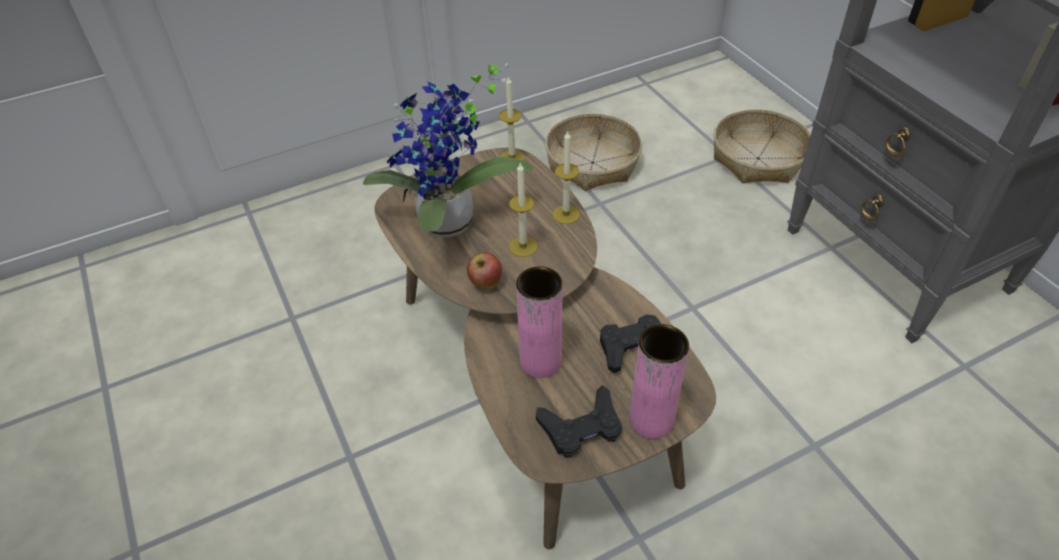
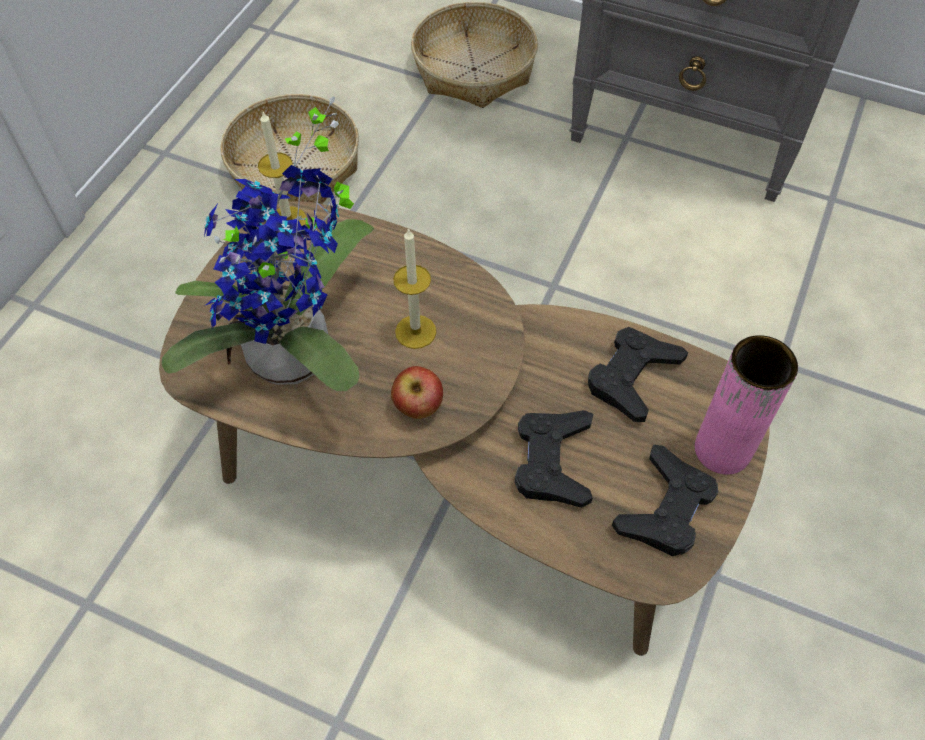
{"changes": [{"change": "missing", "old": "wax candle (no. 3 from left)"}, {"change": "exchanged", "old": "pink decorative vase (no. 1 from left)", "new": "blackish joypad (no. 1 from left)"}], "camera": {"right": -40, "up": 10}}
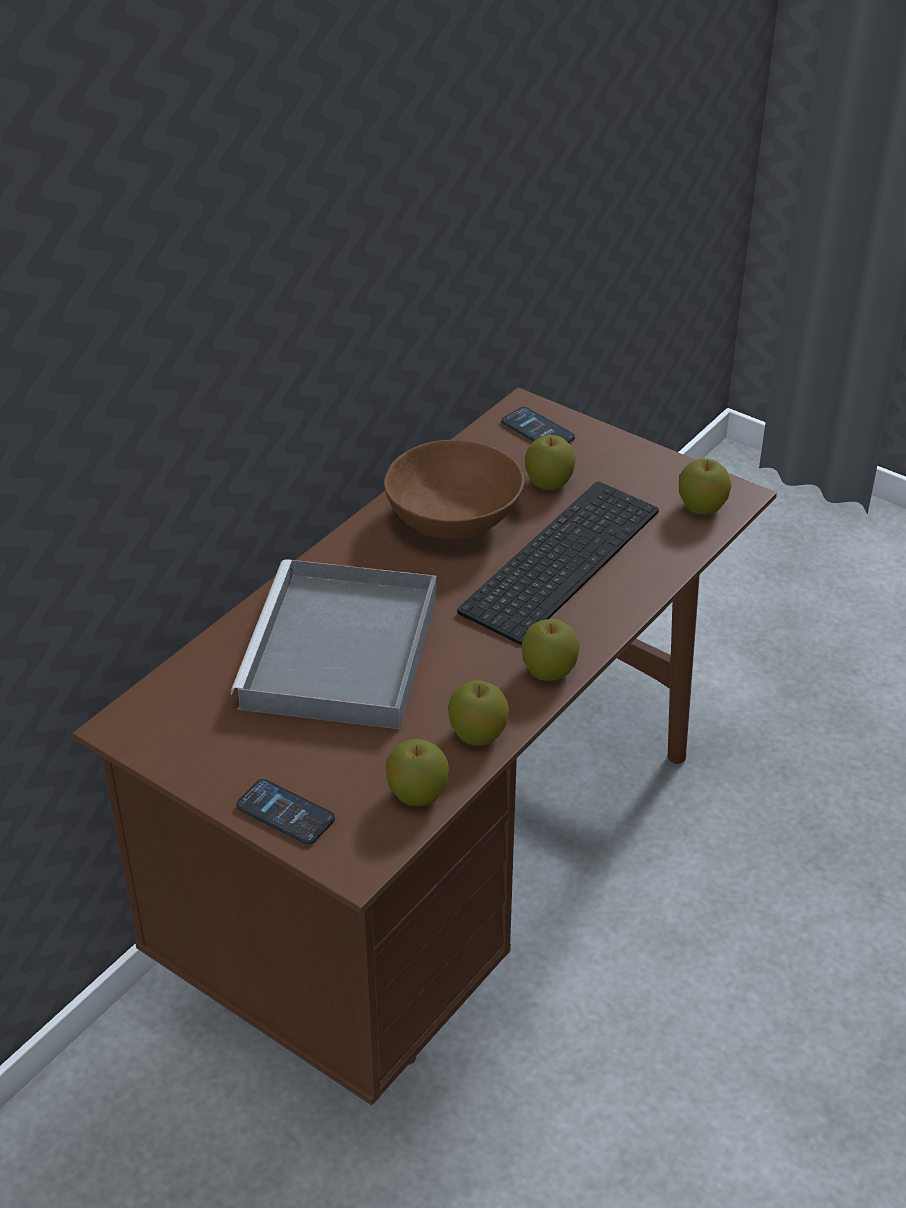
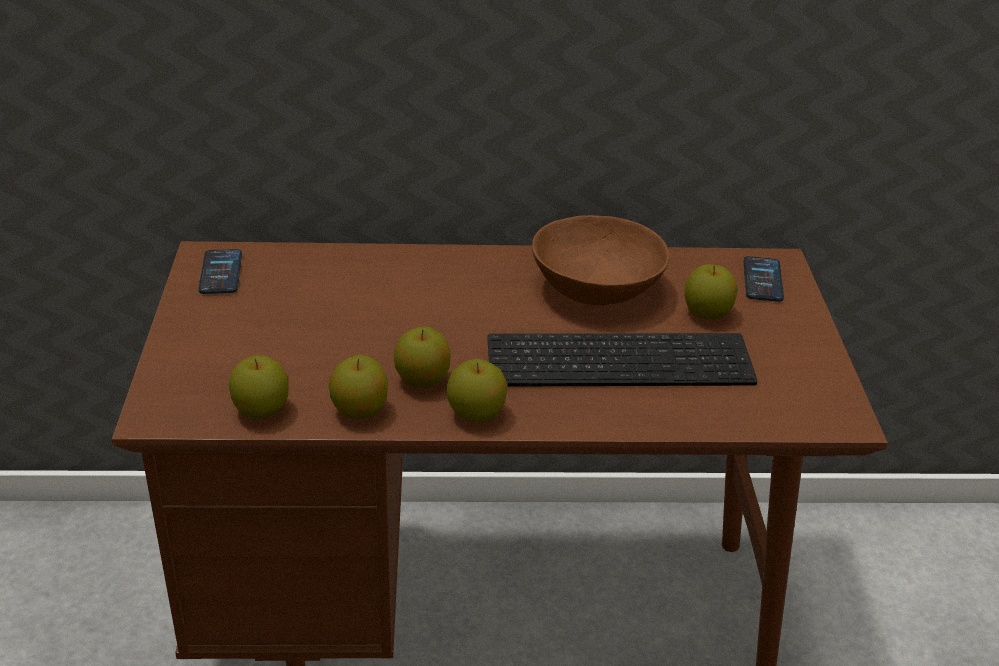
{"changes": [{"change": "relocated", "old": "whole apple (no. 5 from left in the first image)", "new": "whole apple (no. 3 from left)"}, {"change": "missing", "old": "gray carrying tray"}, {"change": "relocated", "old": "phone (no. 1 from left)"}], "camera": {"right": 50, "up": -5}}
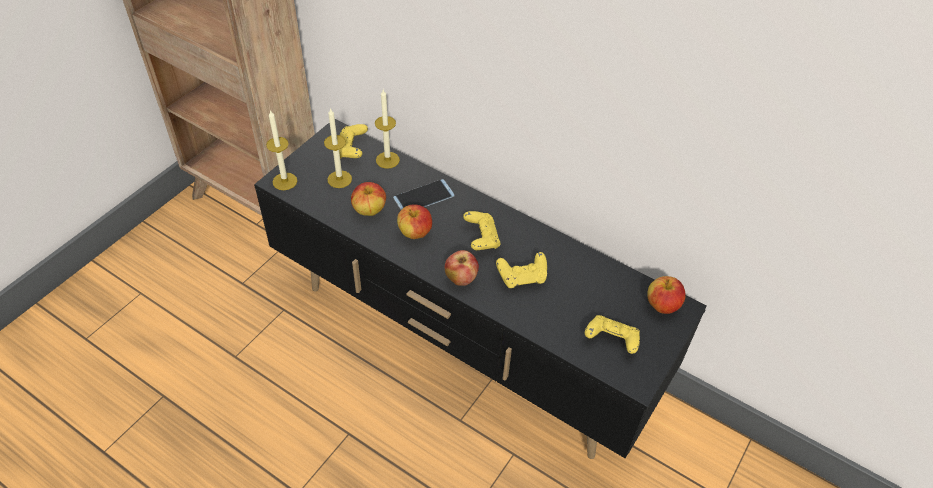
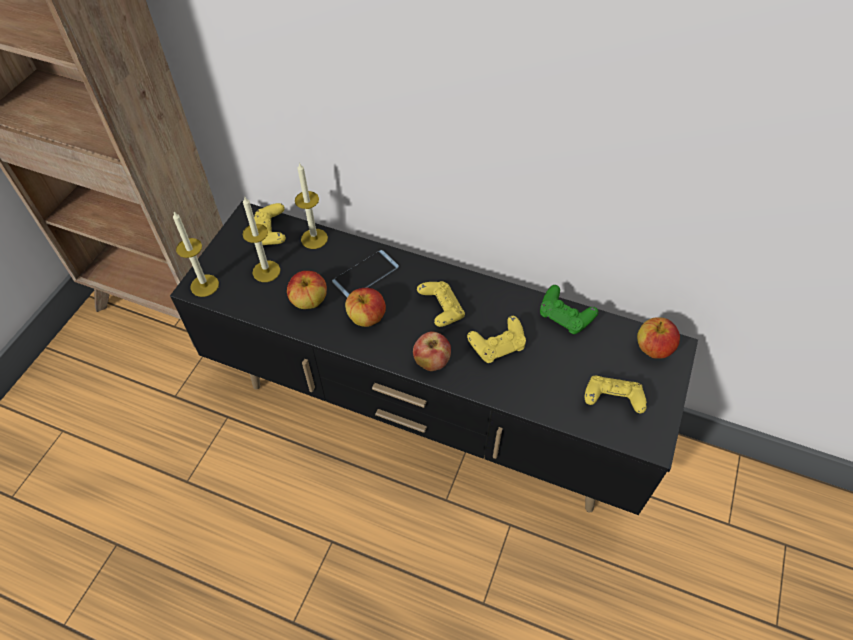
{"changes": [{"change": "appeared", "new": "green-coloured joypad"}], "camera": {"right": -10, "up": 5}}
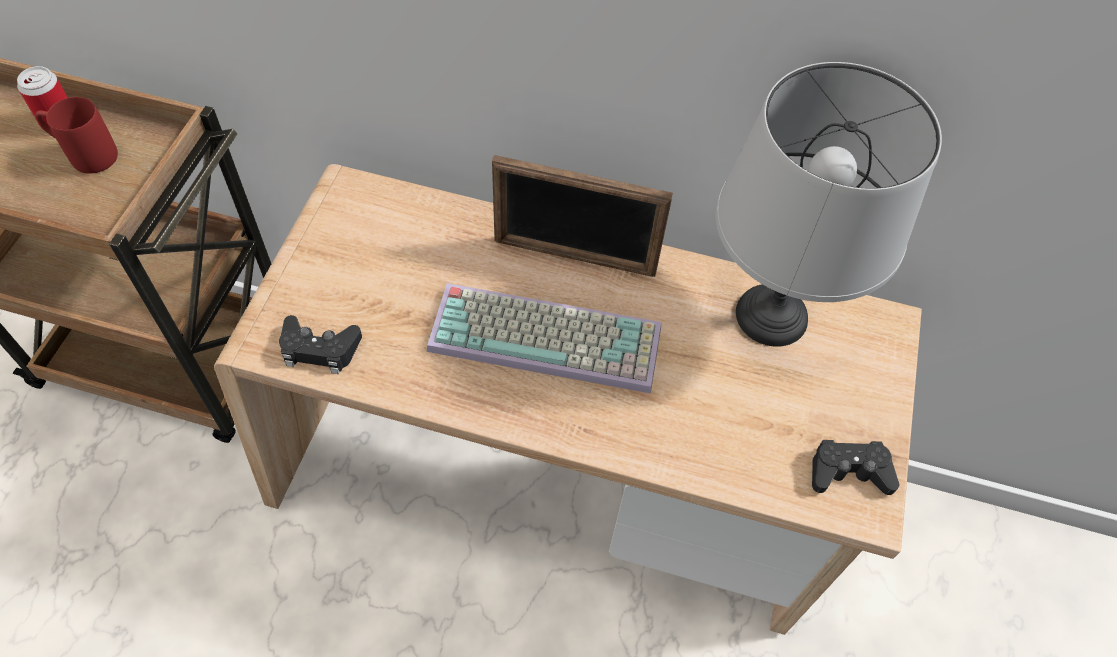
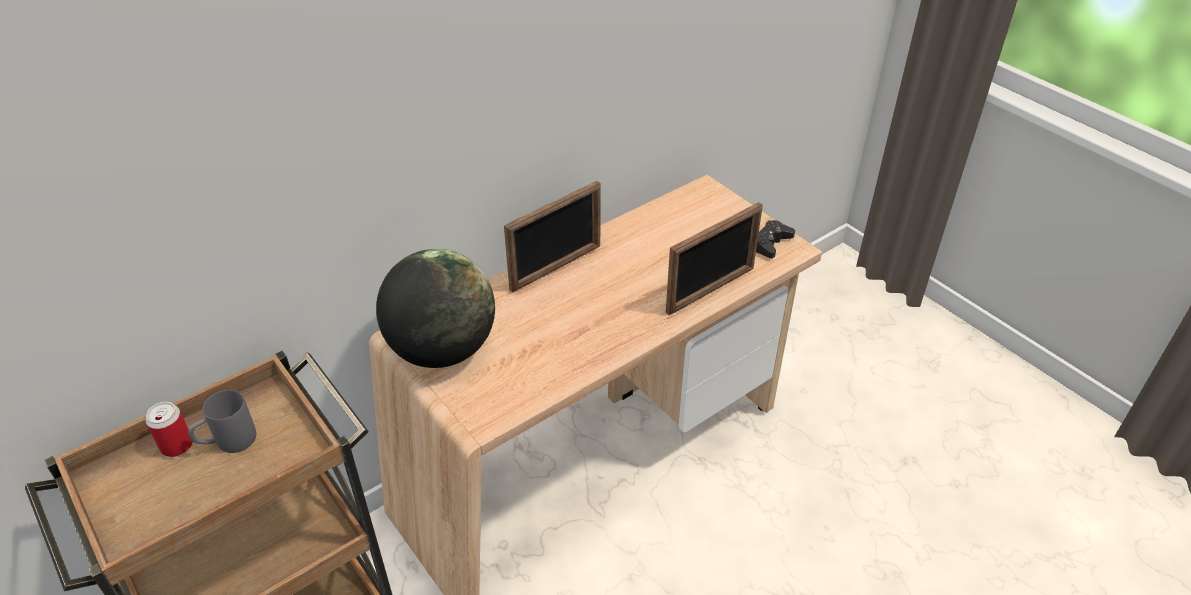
{"changes": [{"change": "missing", "old": "gray tabletop lamp"}, {"change": "colour", "old": "red mug", "new": "gray mug"}, {"change": "missing", "old": "keyboard"}, {"change": "missing", "old": "blackish joypad (no. 1 from left)"}, {"change": "appeared", "new": "photo frame (no. 2 from left)"}, {"change": "appeared", "new": "desk globe"}], "camera": {"right": -50, "up": -15}}
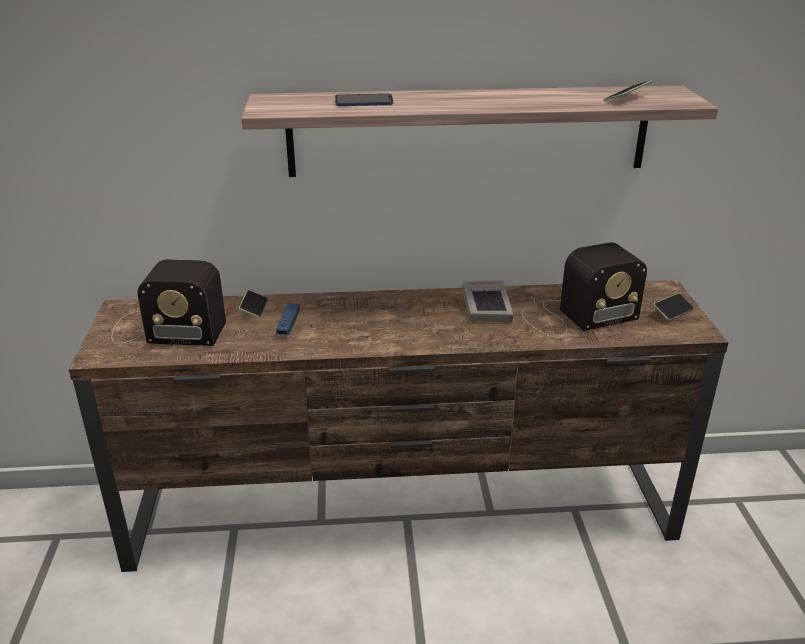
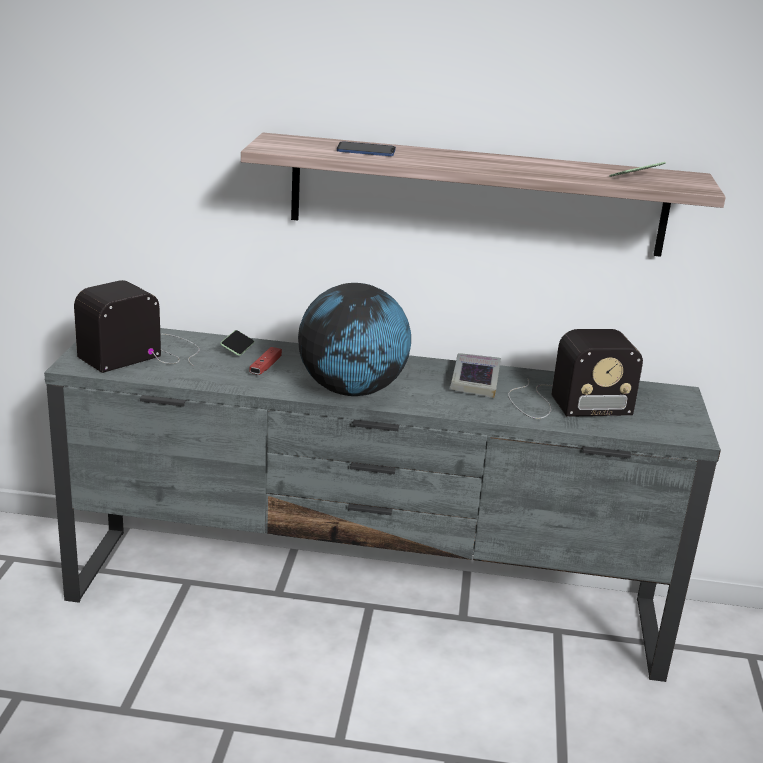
{"changes": [{"change": "spun", "old": "radio receiver (no. 1 from left)", "degrees": 120}, {"change": "colour", "old": "brown media console", "new": "gray media console"}, {"change": "missing", "old": "phone (no. 4 from left)"}, {"change": "colour", "old": "bluish joypad", "new": "red joypad"}, {"change": "appeared", "new": "desk globe"}], "camera": {"right": 10, "up": -5}}
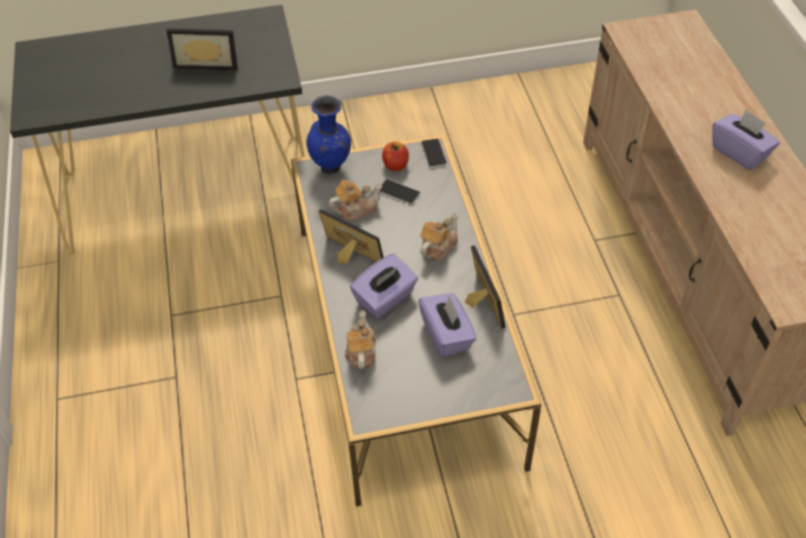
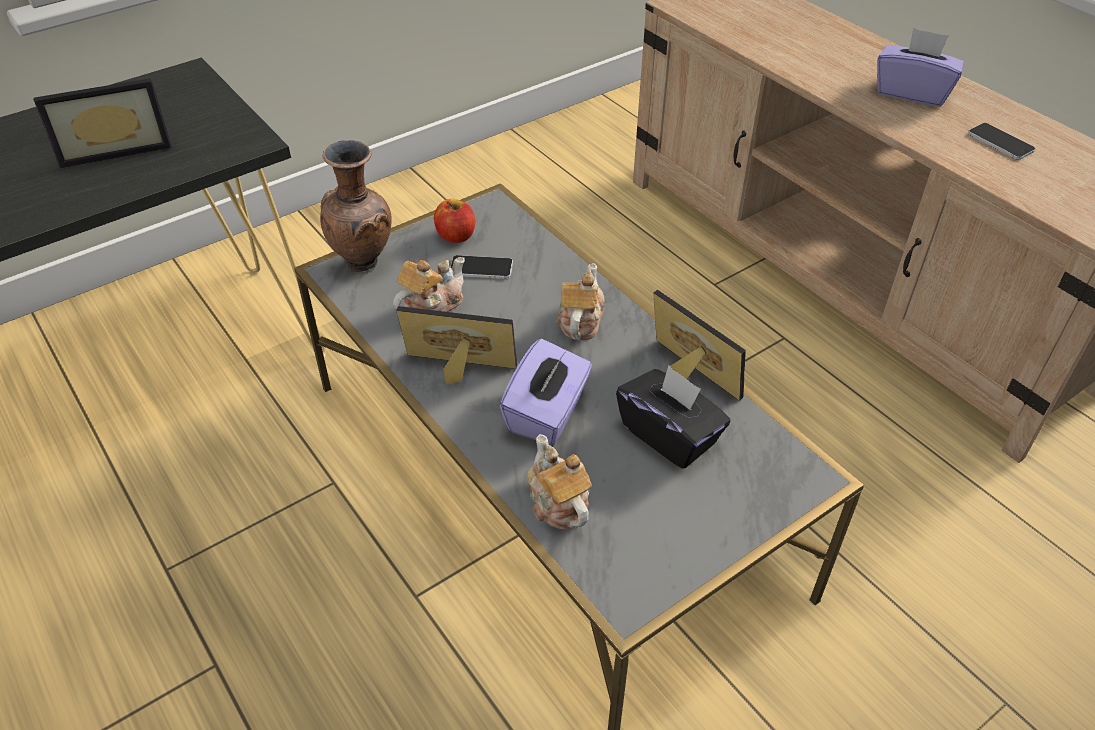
{"changes": [{"change": "colour", "old": "bluish decorative vase", "new": "brown decorative vase"}, {"change": "relocated", "old": "phone (no. 2 from left)"}, {"change": "colour", "old": "purplish box of tissues (no. 2 from left)", "new": "blackish box of tissues"}], "camera": {"right": -25, "up": -5}}
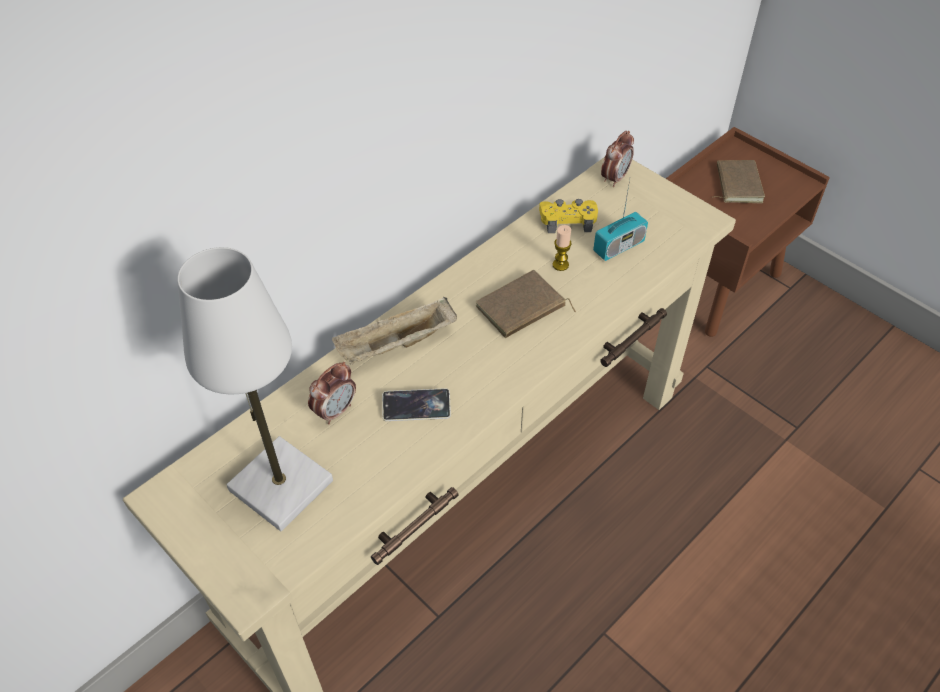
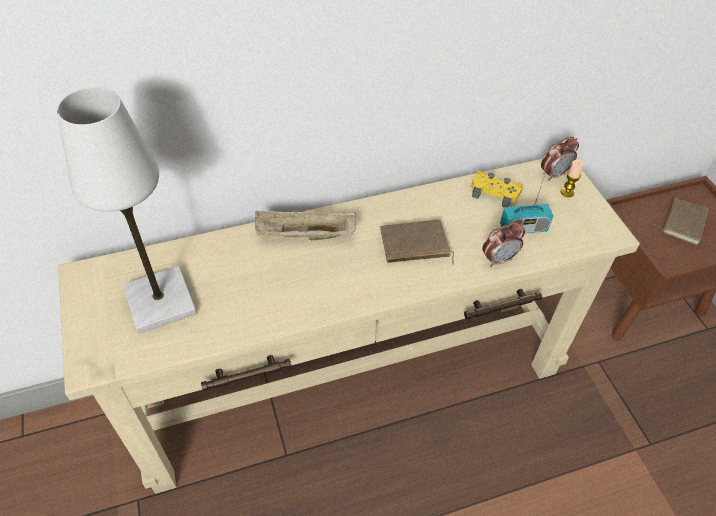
{"changes": [{"change": "relocated", "old": "wax candle"}, {"change": "relocated", "old": "bedside clock (no. 1 from left)"}, {"change": "missing", "old": "phone"}], "camera": {"right": 25, "up": 0}}
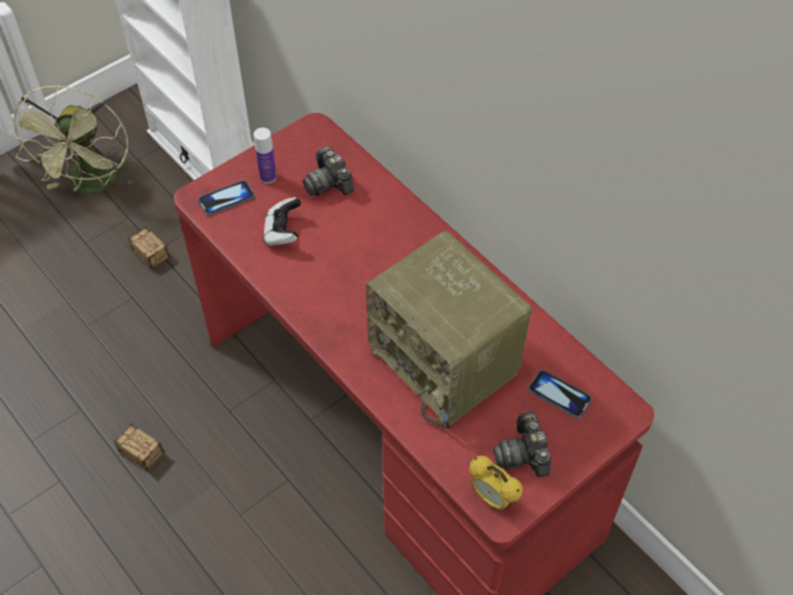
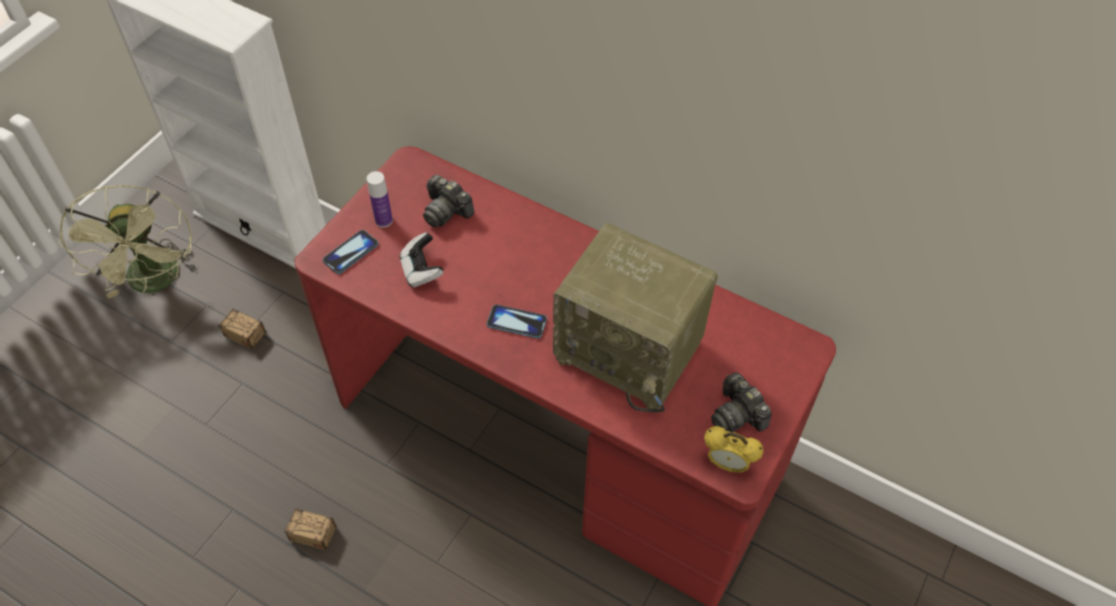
{"changes": [{"change": "relocated", "old": "phone (no. 2 from left)"}], "camera": {"right": -20, "up": 0}}
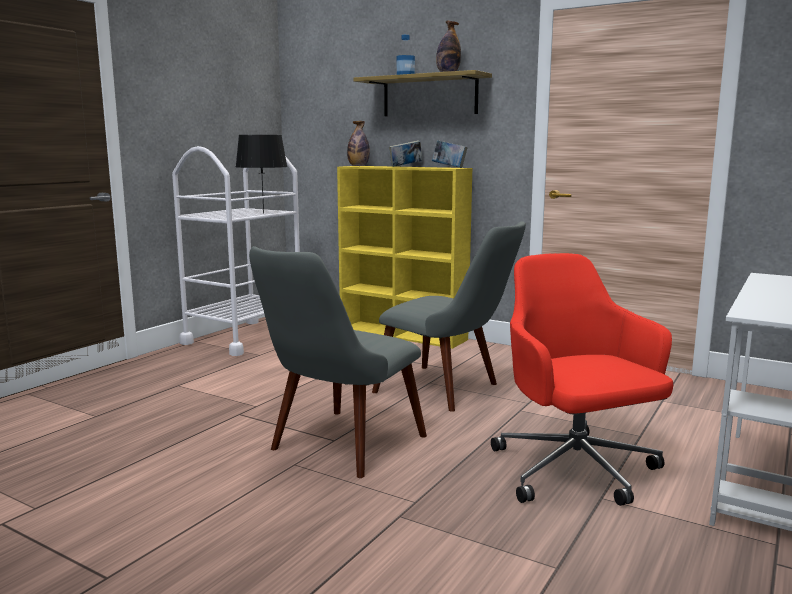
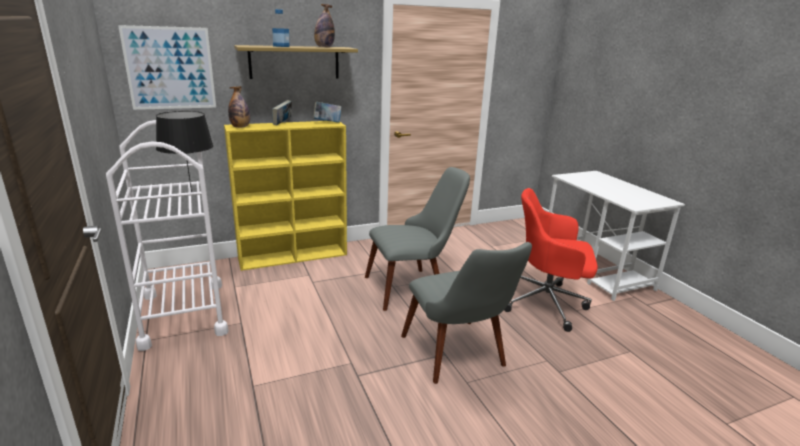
{"changes": [{"change": "appeared", "new": "picture"}], "camera": {"right": -55, "up": 10}}
